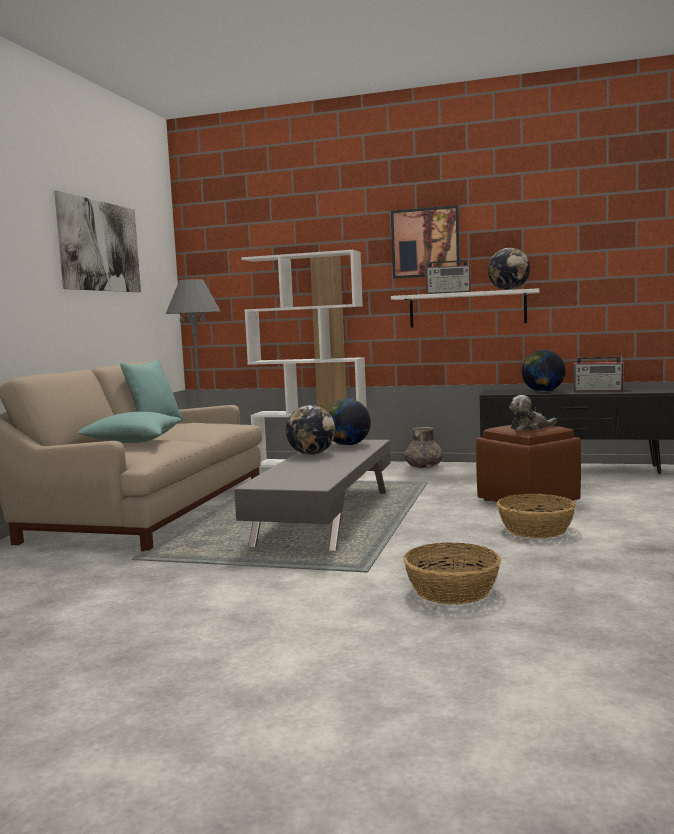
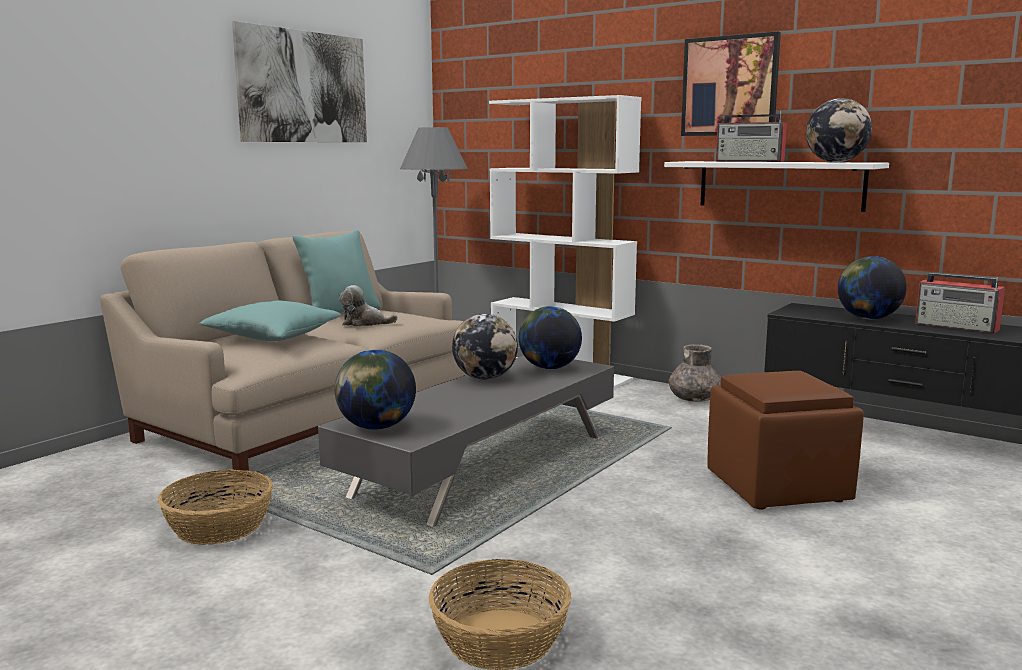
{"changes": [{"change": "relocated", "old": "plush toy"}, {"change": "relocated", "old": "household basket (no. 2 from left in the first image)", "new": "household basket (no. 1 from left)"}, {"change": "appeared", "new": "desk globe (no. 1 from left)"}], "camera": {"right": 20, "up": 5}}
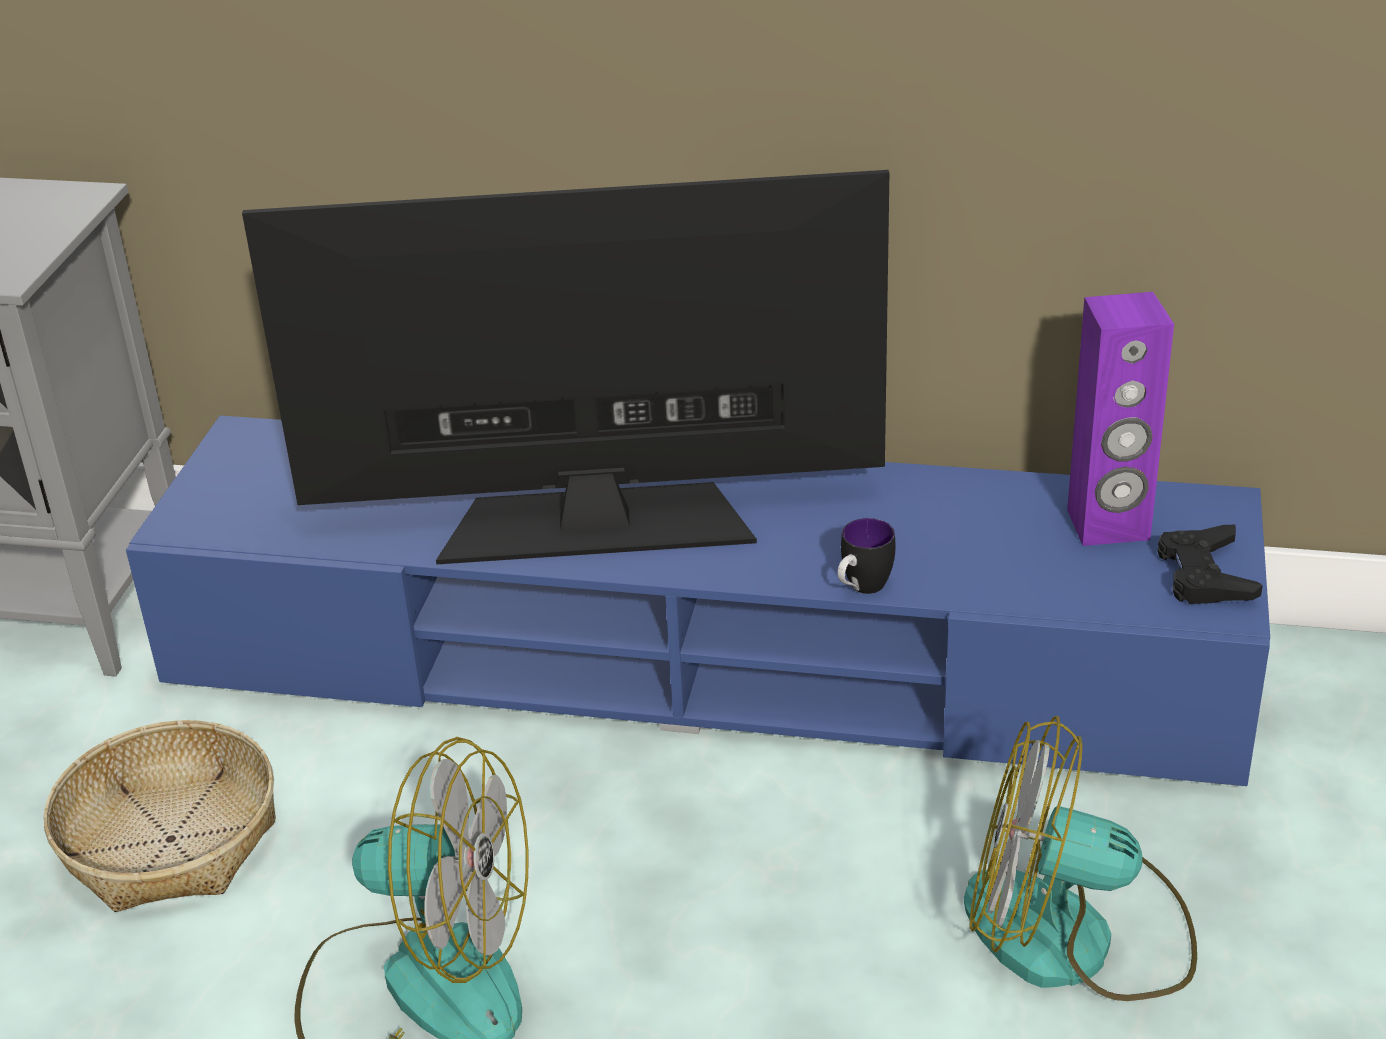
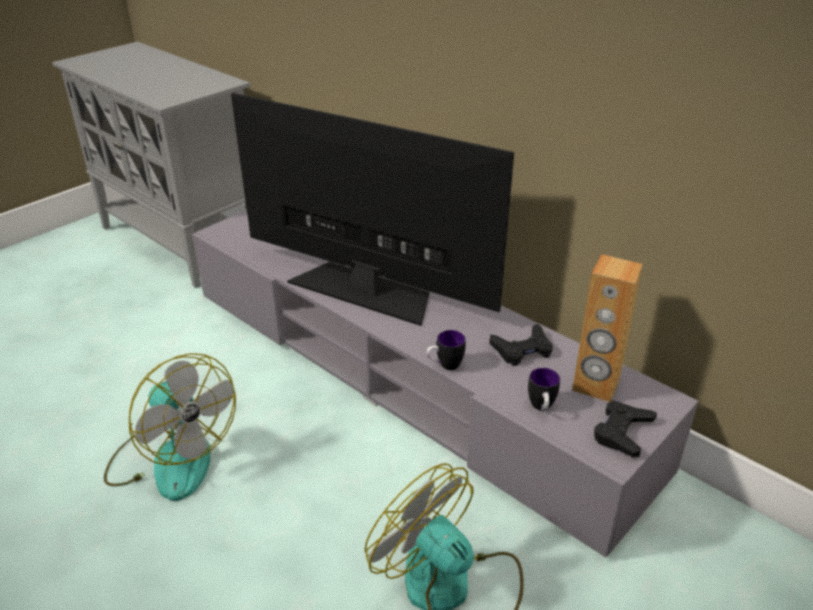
{"changes": [{"change": "colour", "old": "purplish loudspeaker", "new": "brown loudspeaker"}, {"change": "colour", "old": "bluish media console", "new": "gray media console"}, {"change": "missing", "old": "household basket"}, {"change": "appeared", "new": "blackish joypad (no. 1 from left)"}, {"change": "appeared", "new": "mug (no. 2 from left)"}], "camera": {"right": 30, "up": 0}}
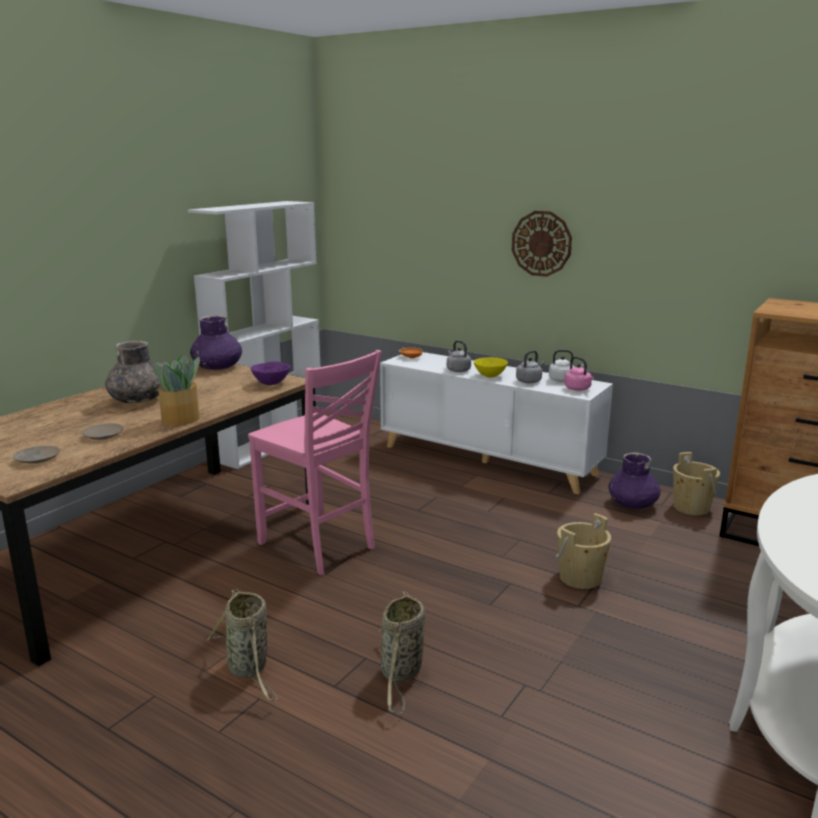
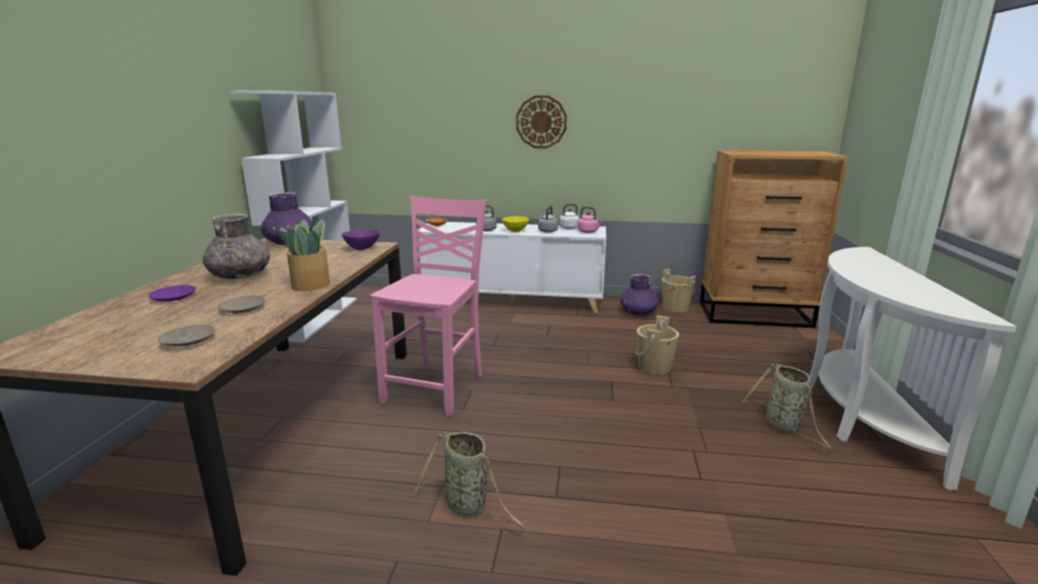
{"changes": [{"change": "spun", "old": "pink chair", "degrees": -90}, {"change": "relocated", "old": "household basket (no. 2 from left)"}, {"change": "appeared", "new": "purplish dinner plate"}], "camera": {"right": -25, "up": 0}}
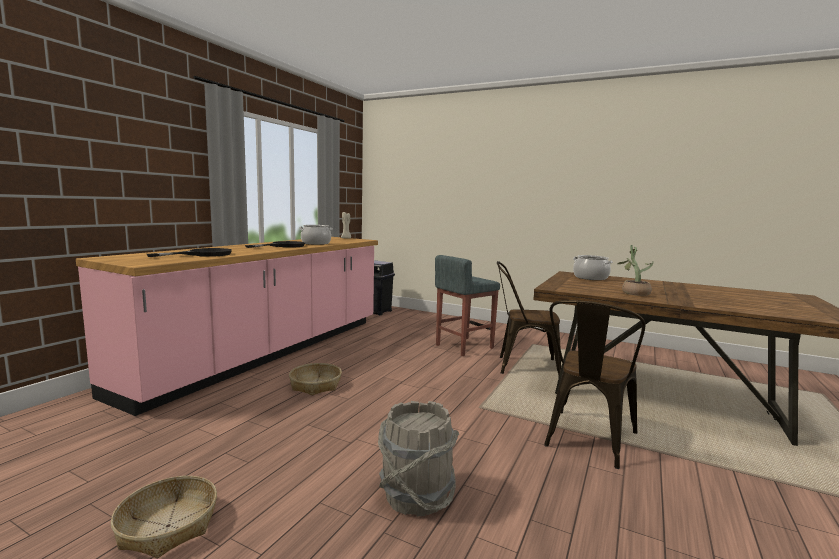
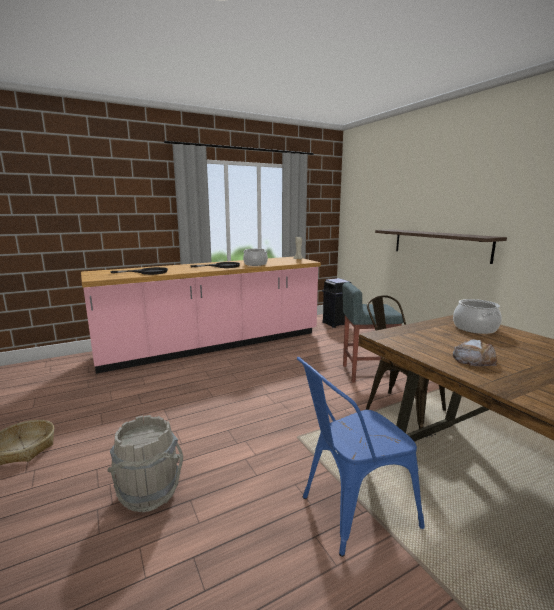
{"changes": [{"change": "exchanged", "old": "plant in a pot", "new": "baked bread"}, {"change": "colour", "old": "brown chair (no. 2 from left)", "new": "bluish chair"}, {"change": "missing", "old": "household basket (no. 2 from left)"}, {"change": "appeared", "new": "wall shelf"}], "camera": {"right": 35, "up": 5}}
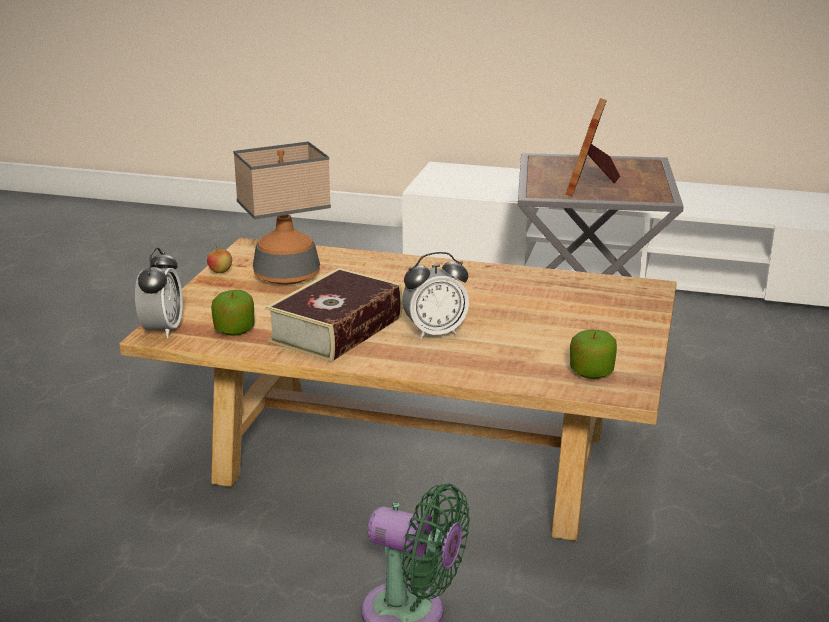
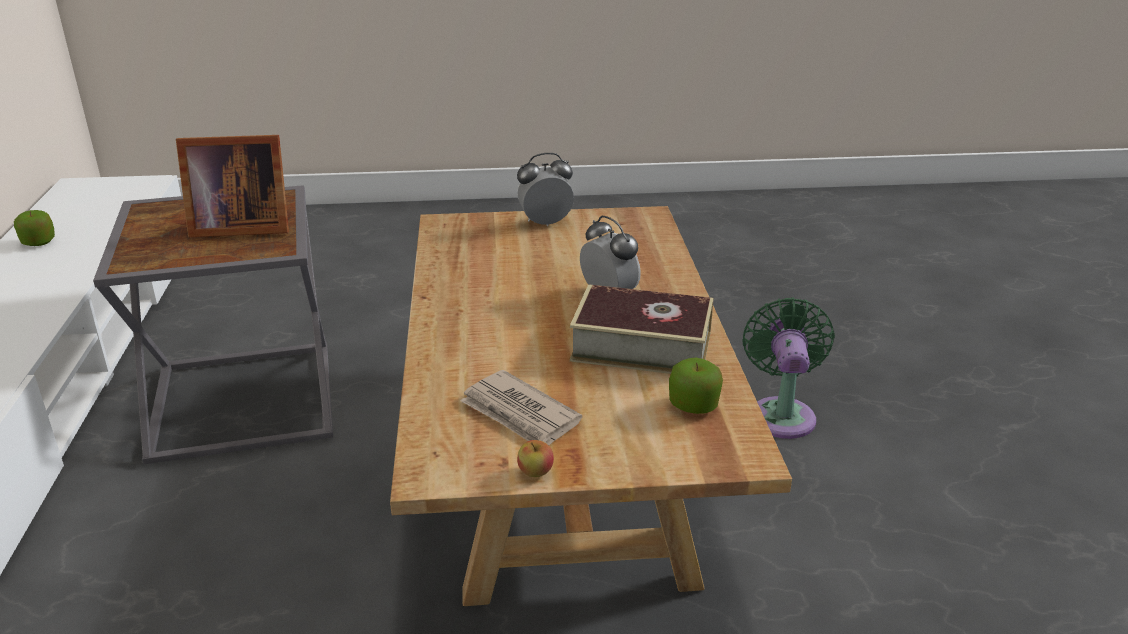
{"changes": [{"change": "exchanged", "old": "tabletop lamp", "new": "newspaper"}, {"change": "relocated", "old": "bedside clock (no. 1 from left)"}, {"change": "relocated", "old": "whole apple (no. 3 from left in the first image)", "new": "whole apple (no. 1 from left)"}], "camera": {"right": -110, "up": 5}}
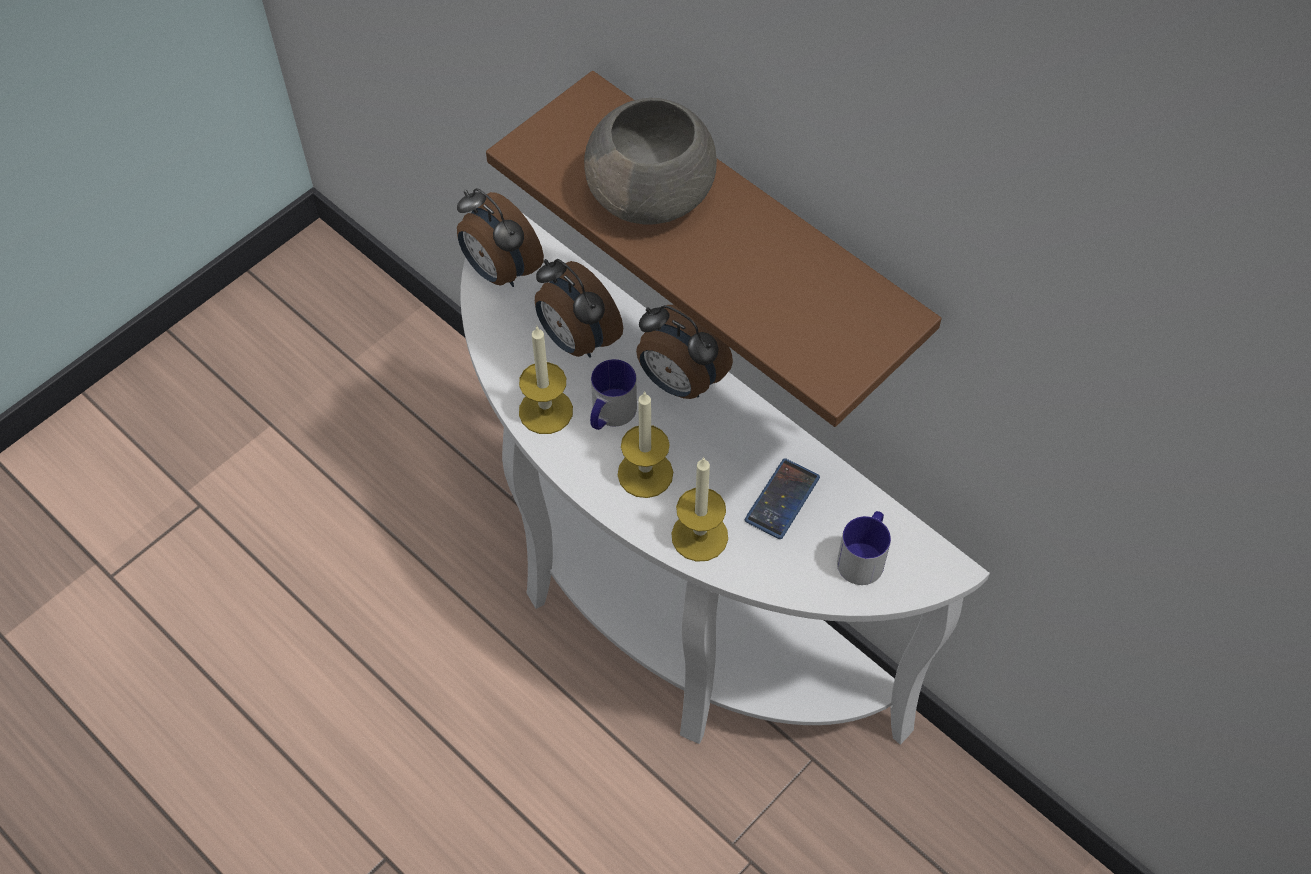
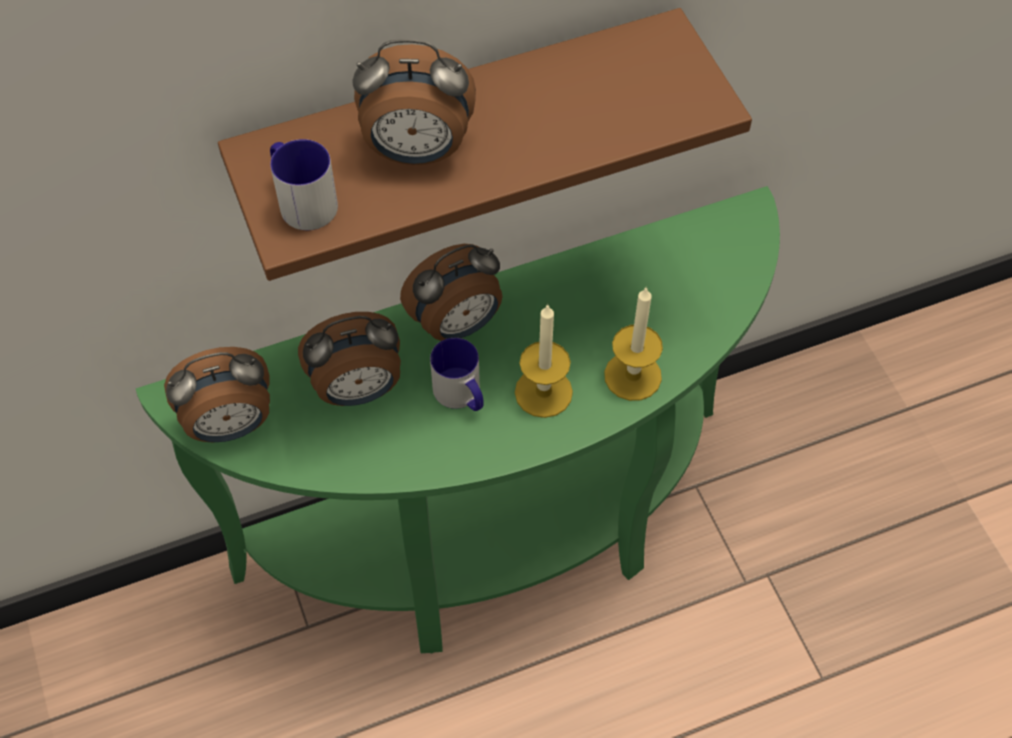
{"changes": [{"change": "exchanged", "old": "gray deep dish", "new": "bedside clock (no. 3 from left)"}, {"change": "colour", "old": "white-coloured narrow table", "new": "green-coloured narrow table"}, {"change": "missing", "old": "wax candle (no. 1 from left)"}, {"change": "missing", "old": "phone"}, {"change": "relocated", "old": "mug (no. 2 from left in the first image)", "new": "mug (no. 1 from left)"}], "camera": {"right": -65, "up": 0}}
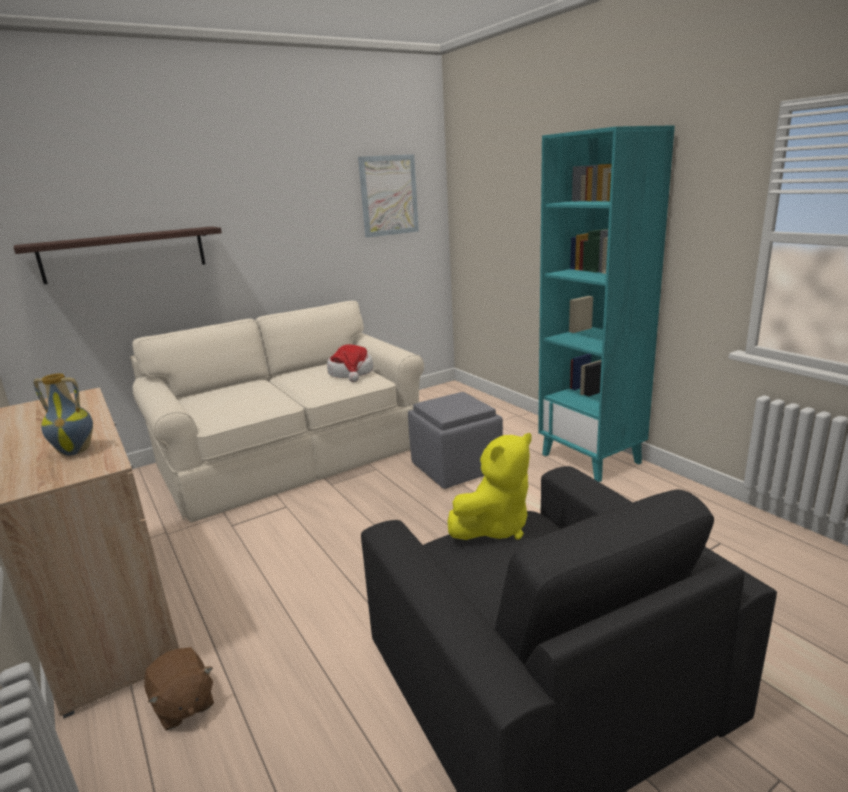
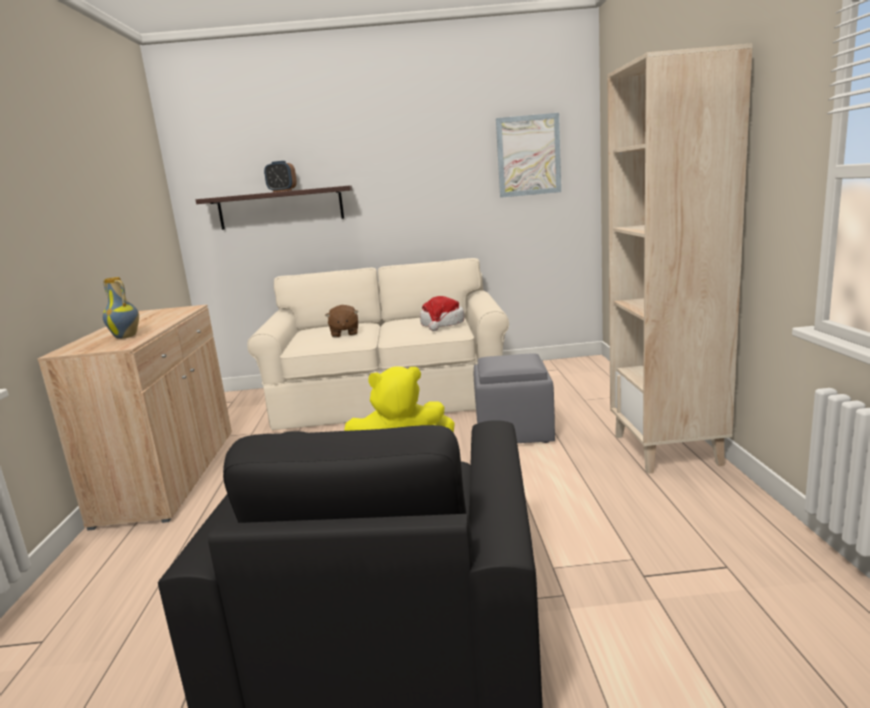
{"changes": [{"change": "colour", "old": "blue-green bookcase", "new": "beige-coloured bookcase"}, {"change": "relocated", "old": "brown plush toy"}, {"change": "appeared", "new": "bedside clock"}], "camera": {"right": 30, "up": -5}}
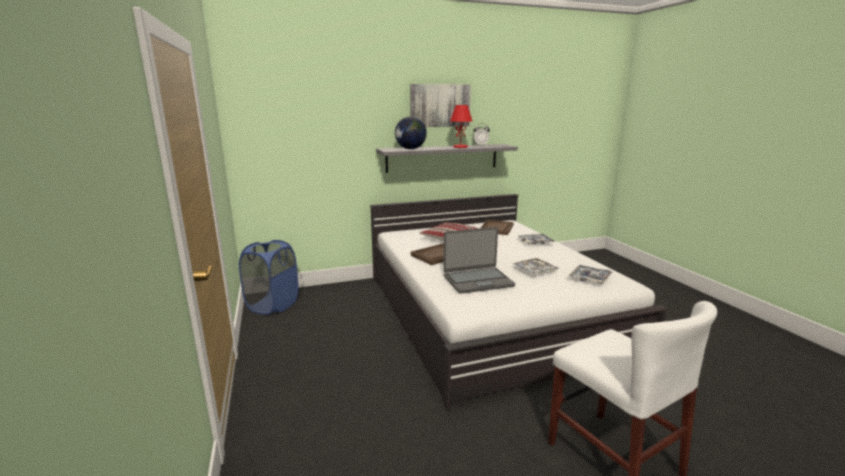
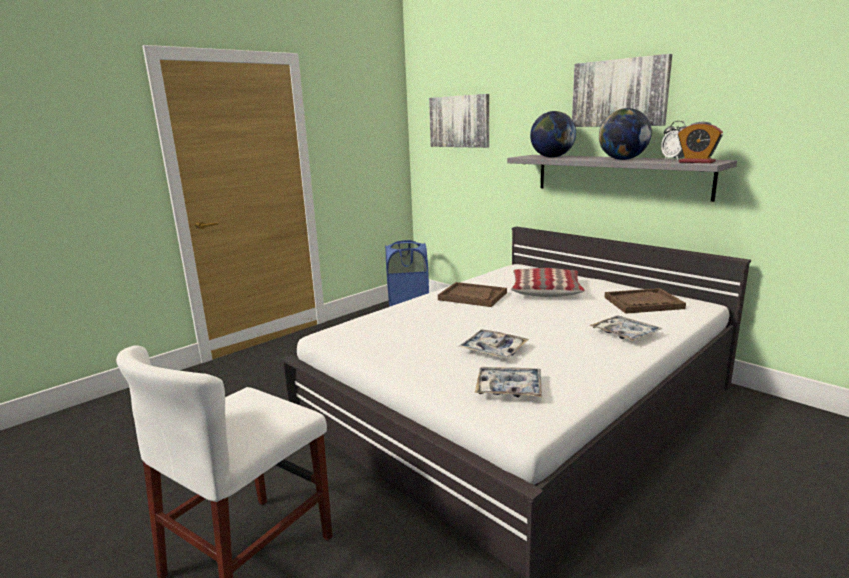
{"changes": [{"change": "exchanged", "old": "red tabletop lamp", "new": "desk globe (no. 2 from left)"}, {"change": "missing", "old": "laptop"}, {"change": "appeared", "new": "picture (no. 1 from left)"}, {"change": "appeared", "new": "bedside clock (no. 2 from left)"}], "camera": {"right": 65, "up": 0}}
